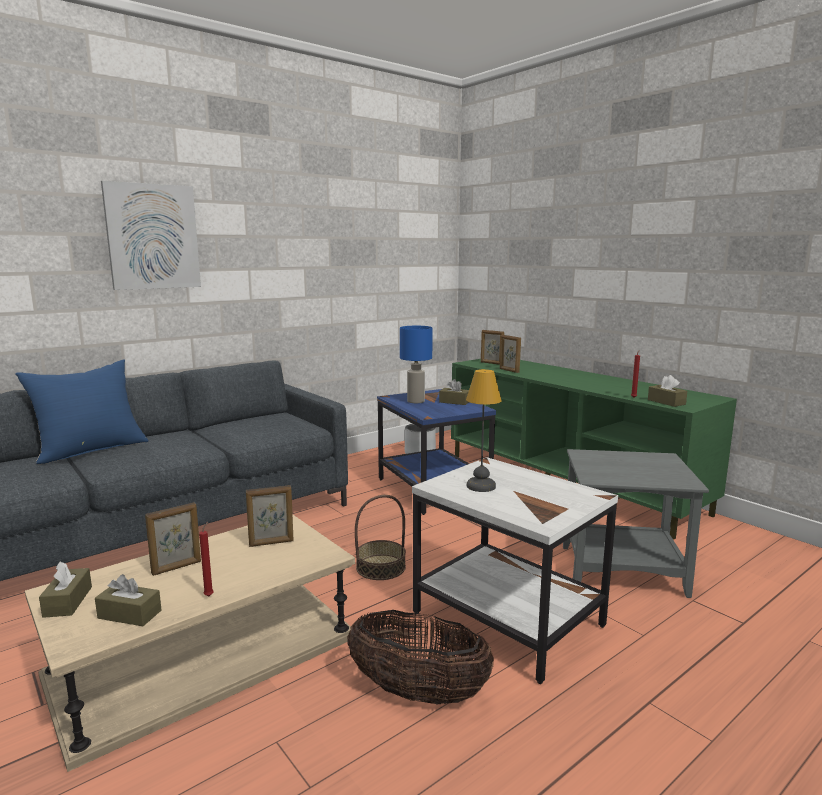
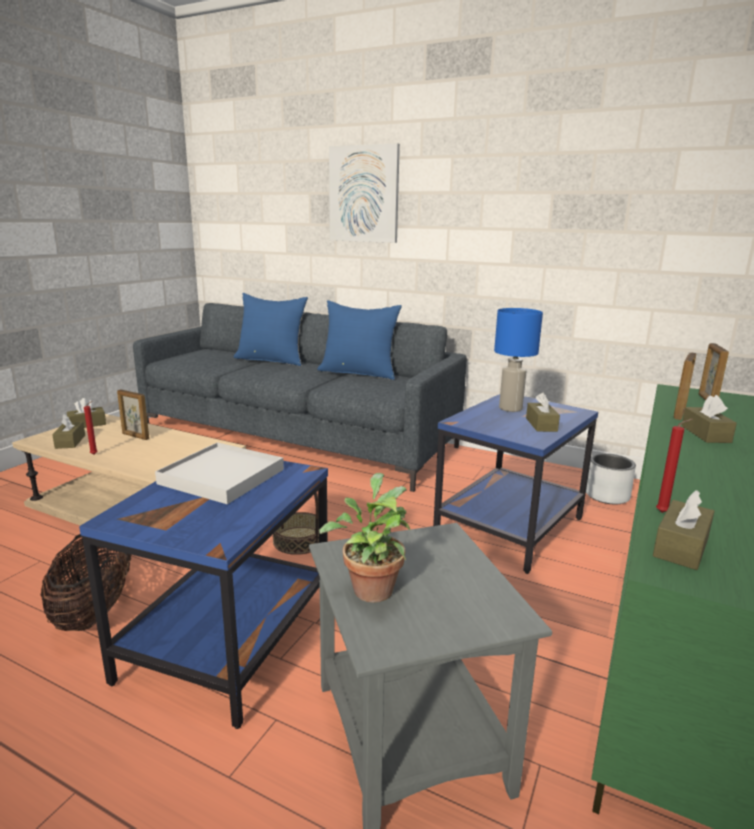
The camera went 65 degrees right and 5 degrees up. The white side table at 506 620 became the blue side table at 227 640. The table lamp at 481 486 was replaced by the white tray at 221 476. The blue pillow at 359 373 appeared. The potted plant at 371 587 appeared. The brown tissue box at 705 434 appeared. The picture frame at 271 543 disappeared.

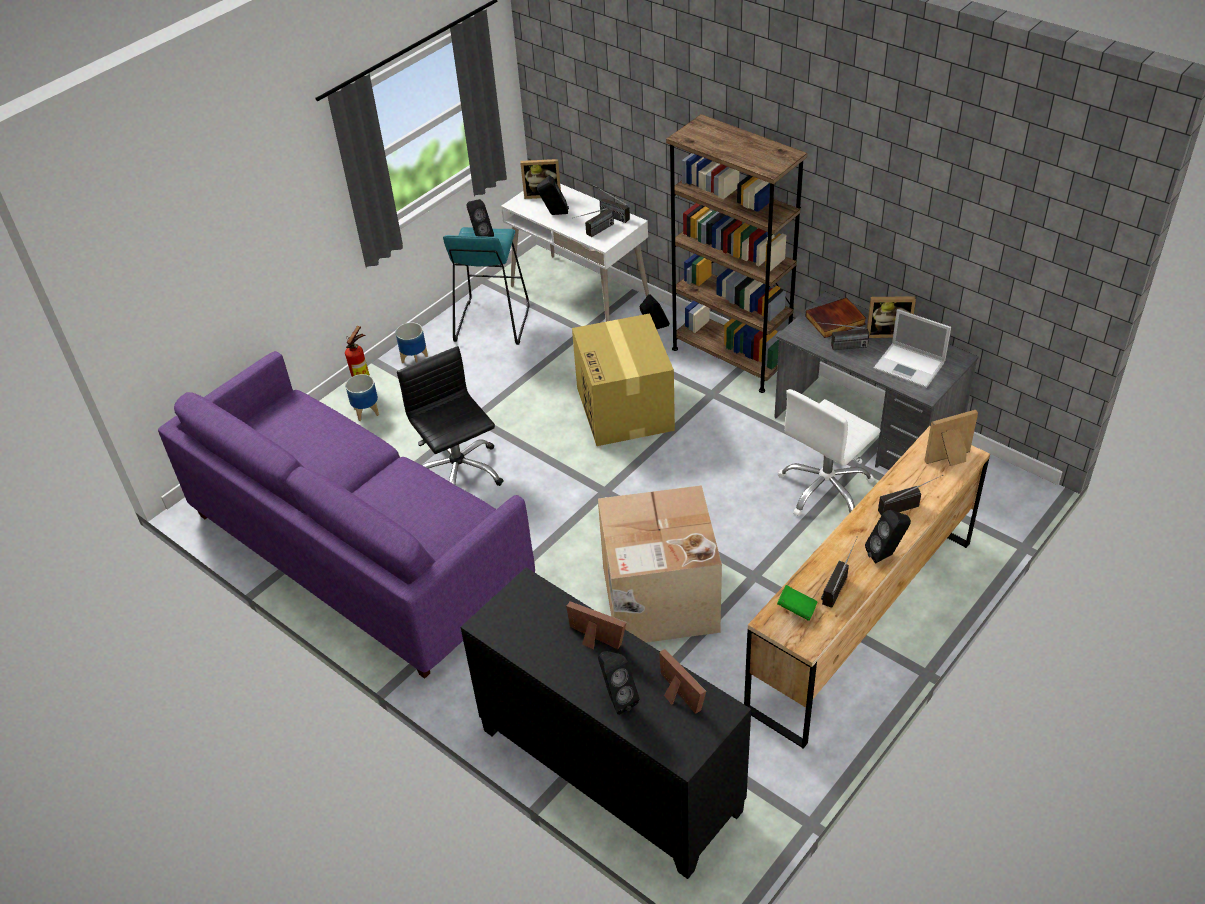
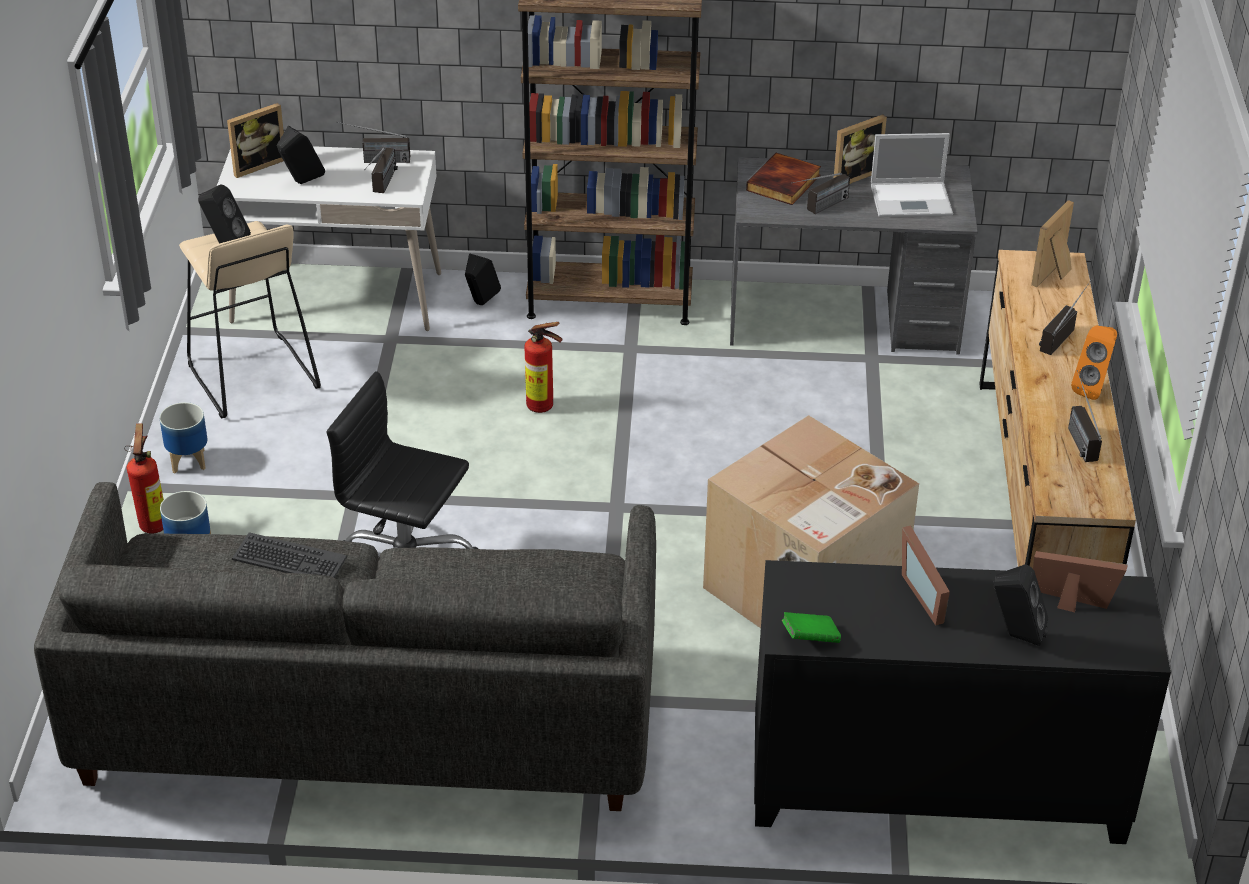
The camera went 40 degrees left and 5 degrees down. The purple sofa at 357 549 became the grey sofa at 367 715. The turquoise stool at 491 323 became the beige stool at 252 377. The keyboard at 289 559 appeared. The cardboard box at 625 409 was replaced by the fire extinguisher at 543 407. The green book moved from 796 609 to 810 638. The picture frame at 594 641 turned 105 degrees counterclockwise. The black speaker at 886 554 became the orange speaker at 1093 388. The white office chair at 825 489 disappeared.

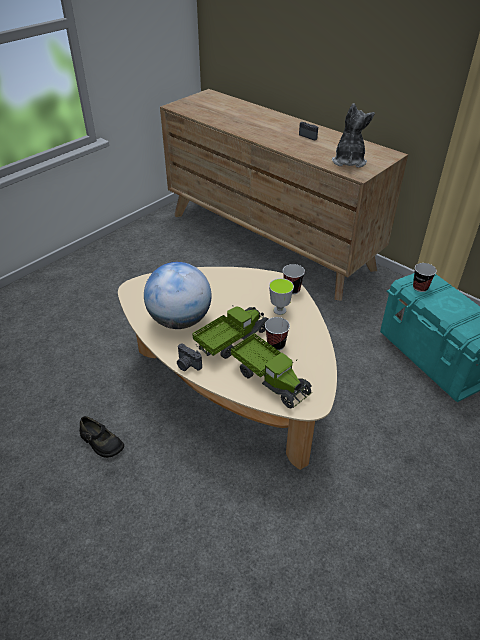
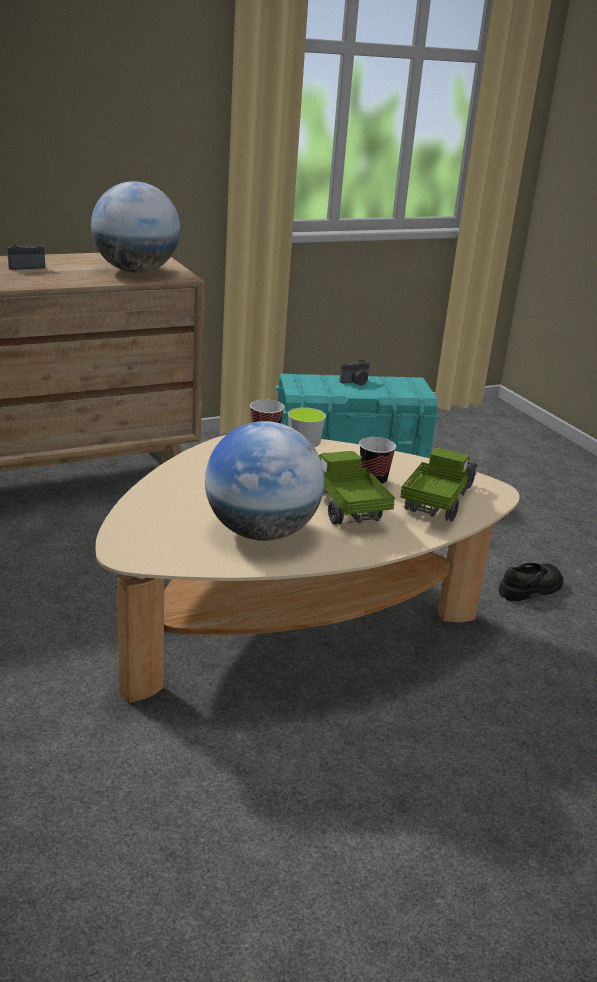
The camera went 70 degrees left and 15 degrees down. The plush toy at 348 161 was replaced by the globe at 136 271. The photo camera moved from 187 365 to 355 382. The toy truck at 270 379 turned 45 degrees counterclockwise. The black shoe moved from 101 442 to 531 589. The cup at 420 287 disappeared.

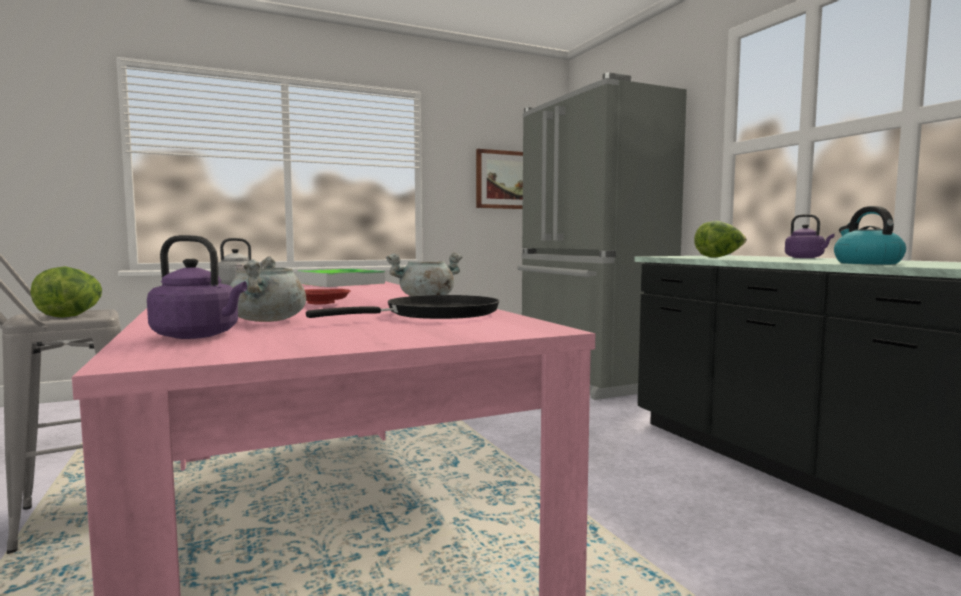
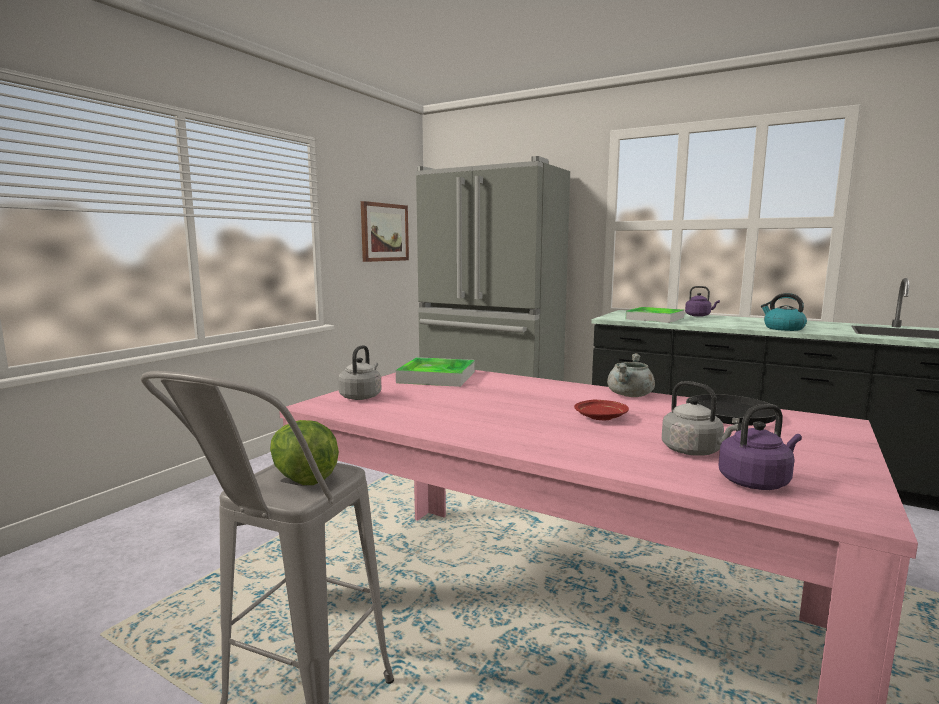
The camera went 35 degrees left and 5 degrees up. The lettuce at 719 257 was replaced by the tray at 655 318. The grey cooking pot at 268 321 was replaced by the grey kettle at 694 451.

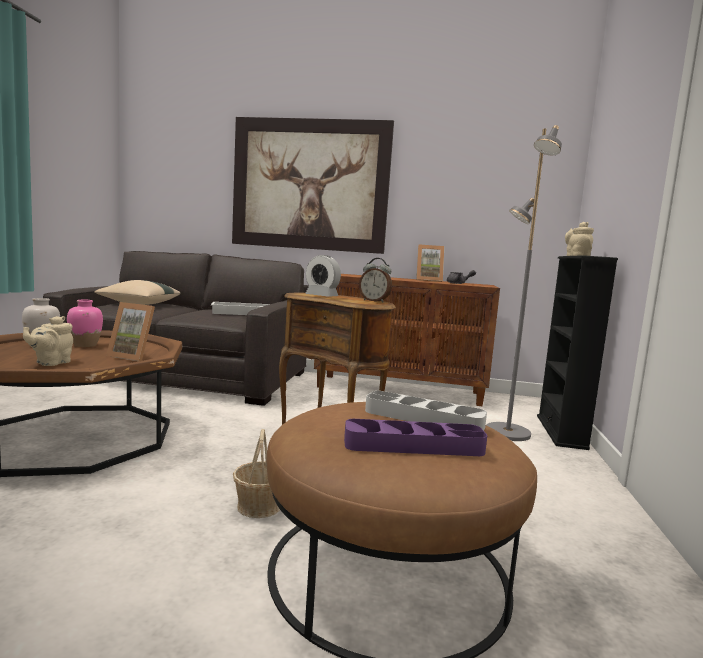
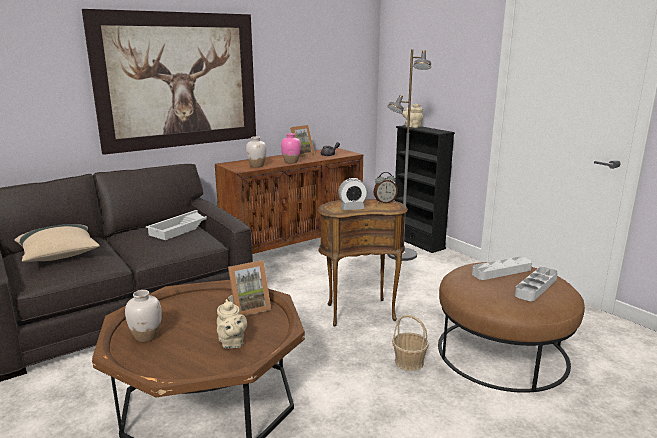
The camera went 45 degrees left and 10 degrees up. The white vase at 257 166 appeared. The pink vase moved from 85 345 to 291 162. The purple tray at 413 445 became the grey tray at 536 287.

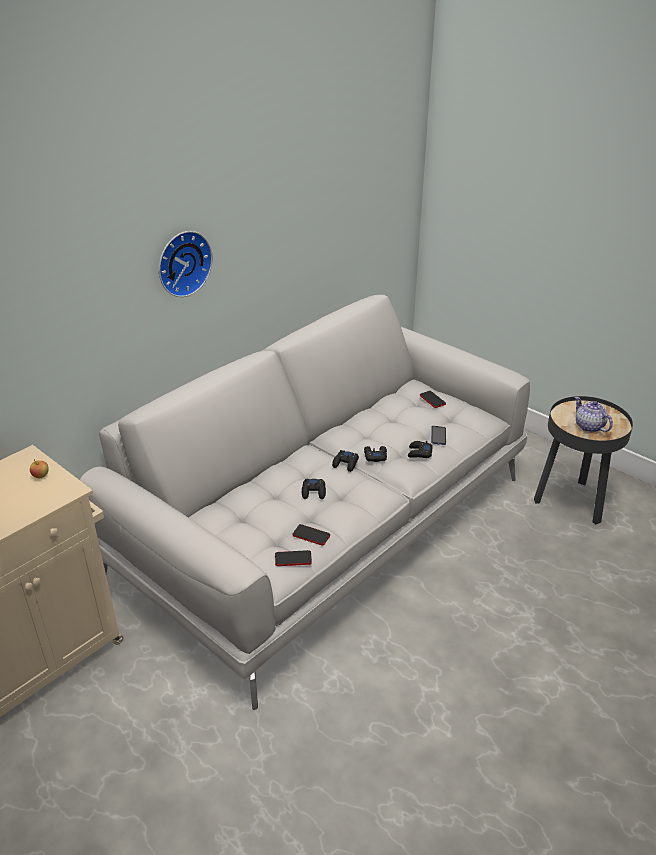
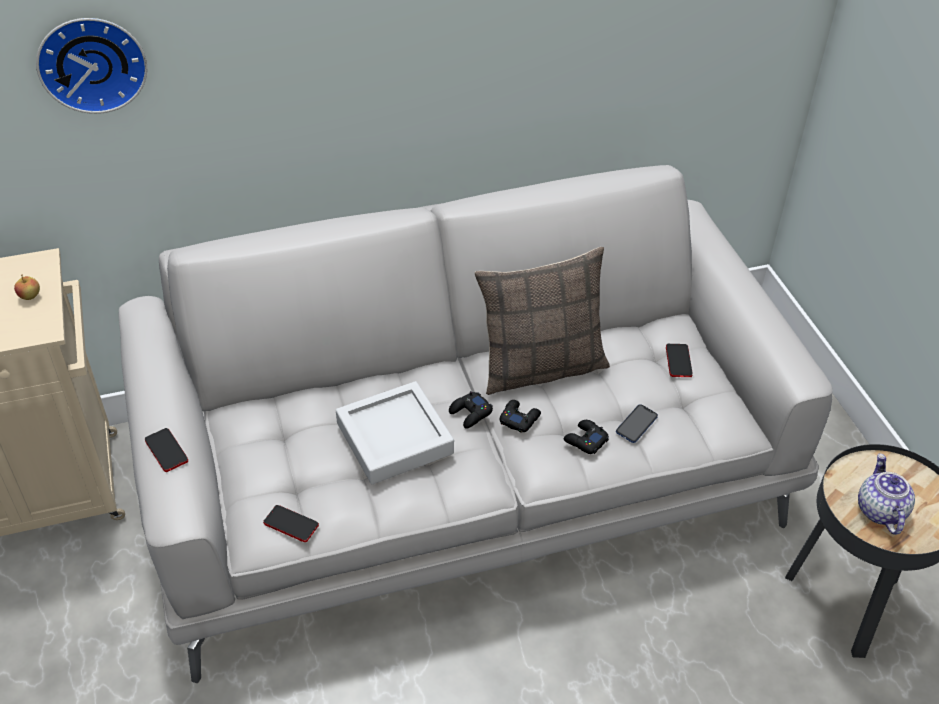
The camera went 30 degrees right and 10 degrees up. The wall clock moved from 182 262 to 92 62. The phone moved from 311 535 to 166 451. The black game controller at 314 492 was replaced by the grey tray at 394 438. The pillow at 541 367 appeared.

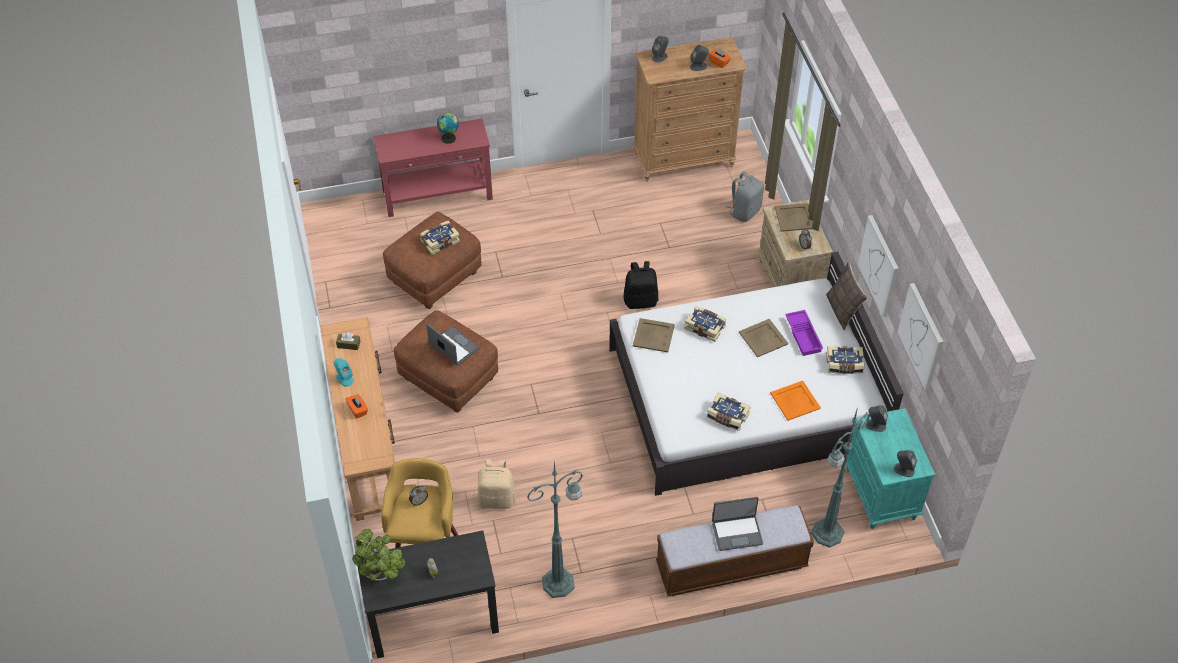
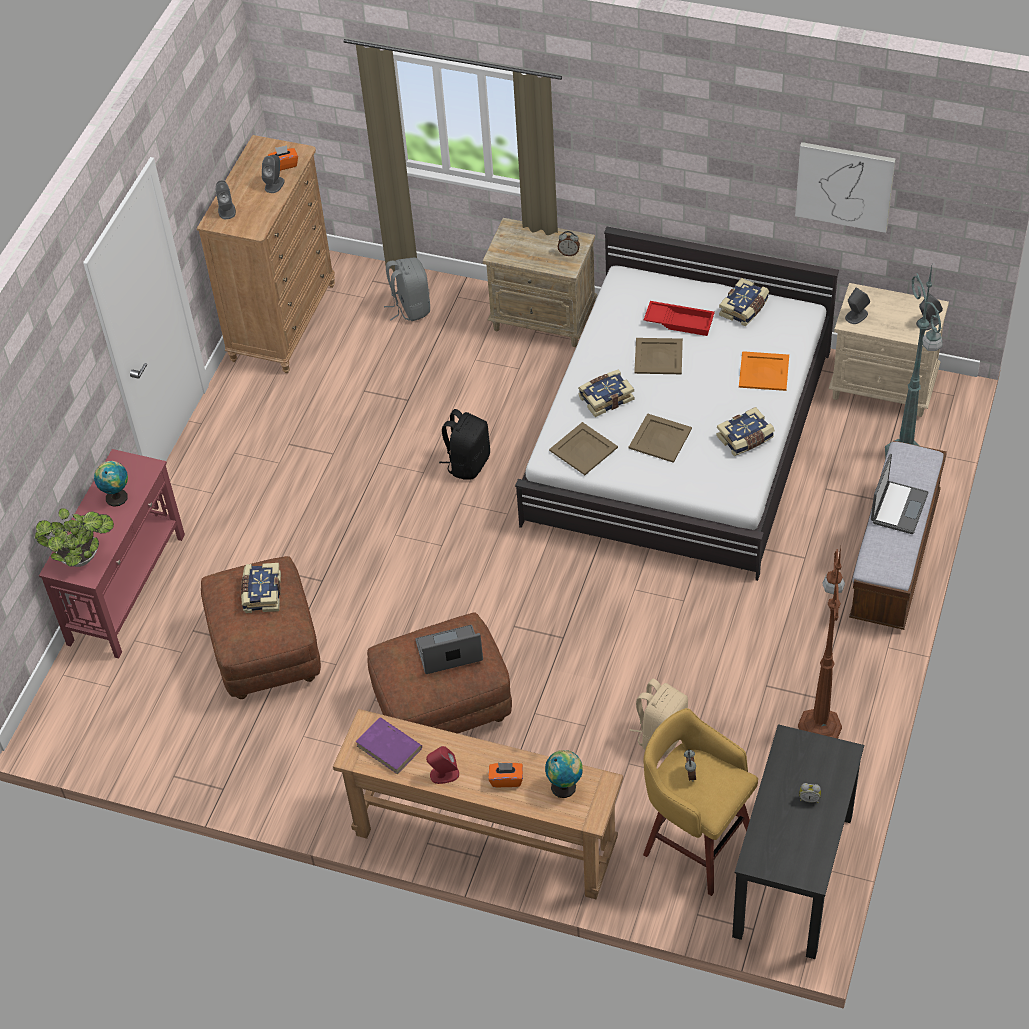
The camera went 55 degrees left and 0 degrees up. The potted plant moved from 382 573 to 83 557. The brown tissue box at 348 344 was replaced by the purple book at 390 747. The turquoise speaker at 344 379 became the red speaker at 444 774. The globe at 565 786 appeared. The beige tray moved from 794 217 to 660 438. The purple tray at 804 335 became the red tray at 680 321. The green floor lamp at 560 582 became the brown floor lamp at 820 724. The turquoise nightstand at 881 494 became the beige nightstand at 884 387. The pillow at 842 311 disappeared. The picture at 879 265 disappeared.

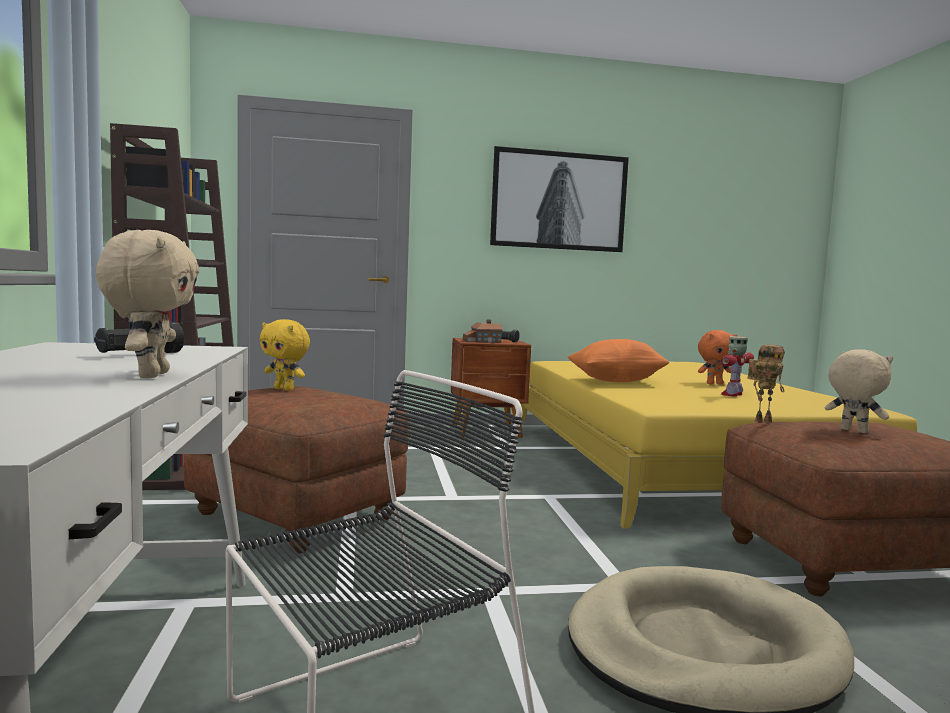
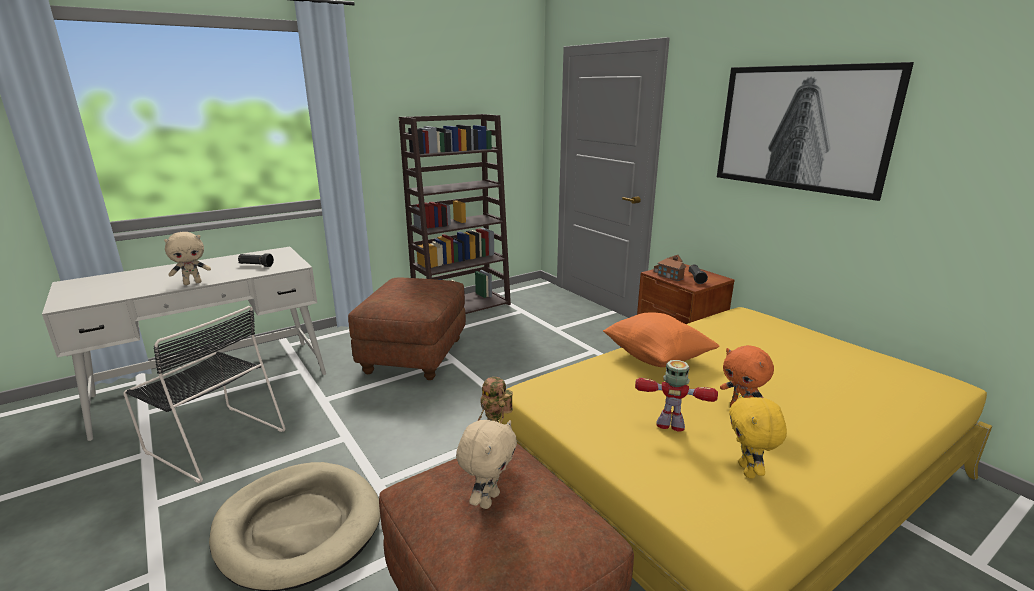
The camera went 65 degrees right and 15 degrees up. The yellow plush toy moved from 285 389 to 748 471.

